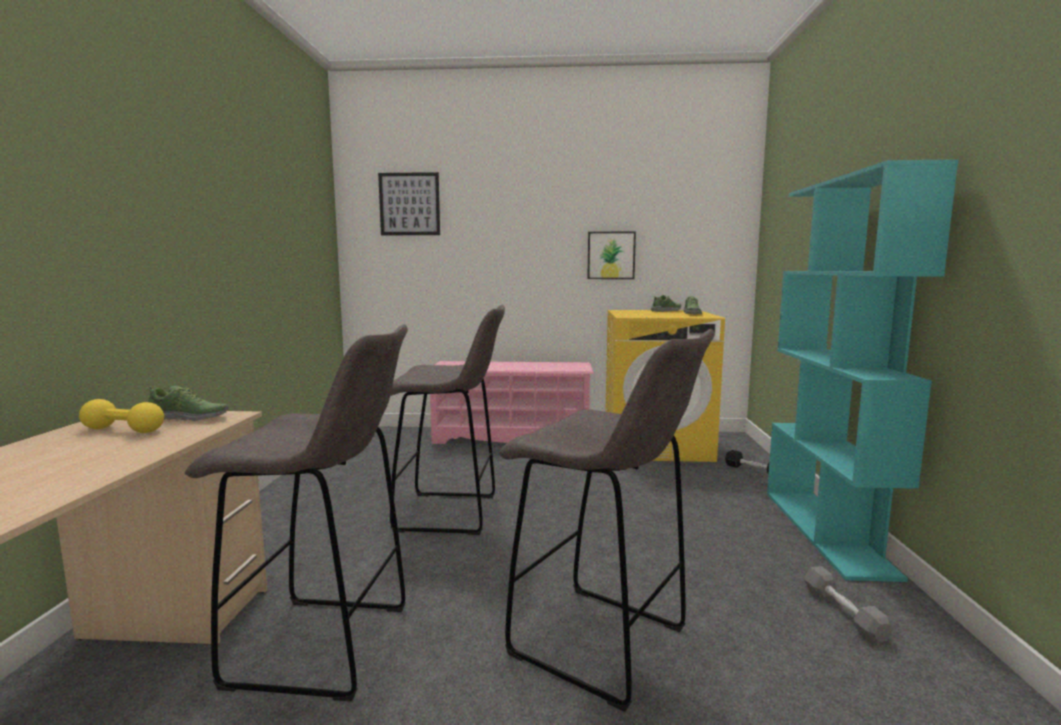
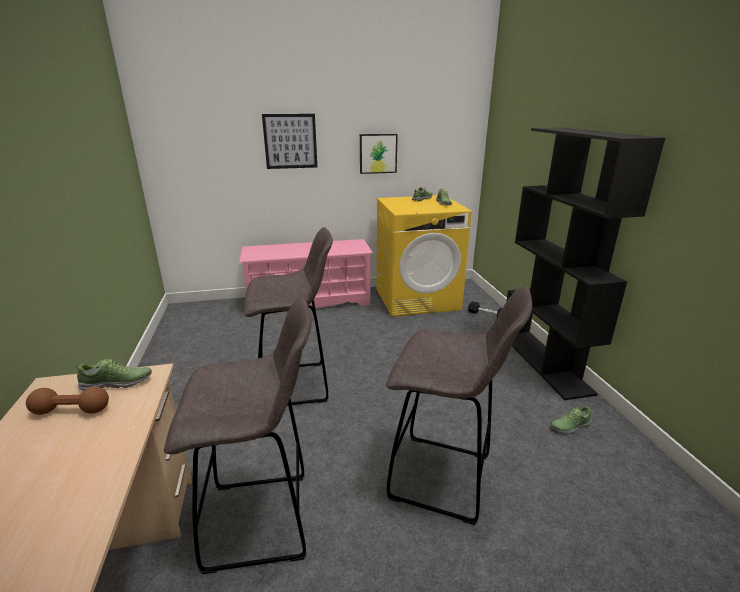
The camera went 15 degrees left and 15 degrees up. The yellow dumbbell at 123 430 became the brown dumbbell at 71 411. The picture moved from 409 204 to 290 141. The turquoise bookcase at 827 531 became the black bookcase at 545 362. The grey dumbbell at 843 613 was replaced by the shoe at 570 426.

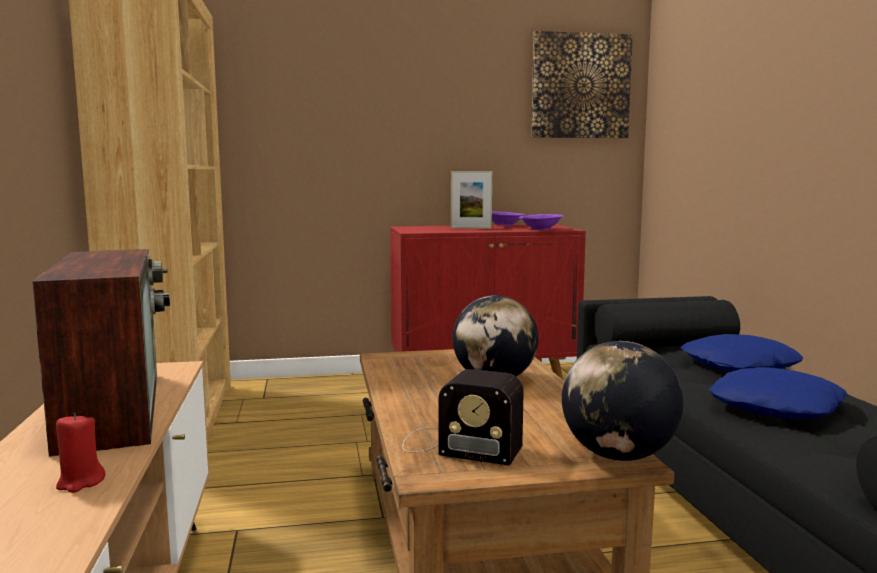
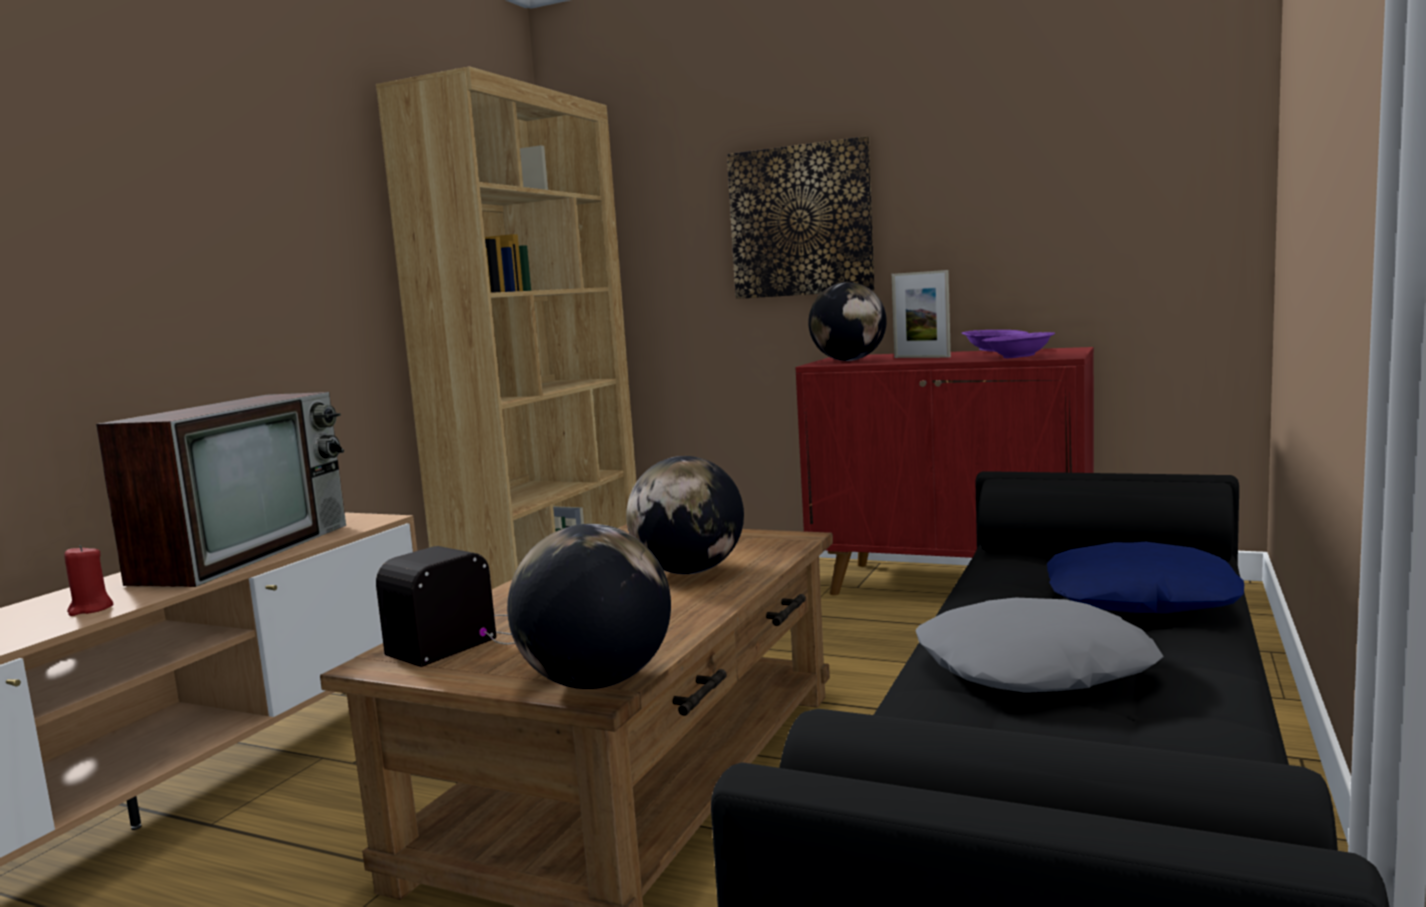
The camera went 35 degrees right and 0 degrees up. The radio at 457 445 turned 75 degrees clockwise. The picture moved from 580 86 to 801 221. The globe at 848 360 appeared. The blue pillow at 774 406 became the grey pillow at 1032 667.

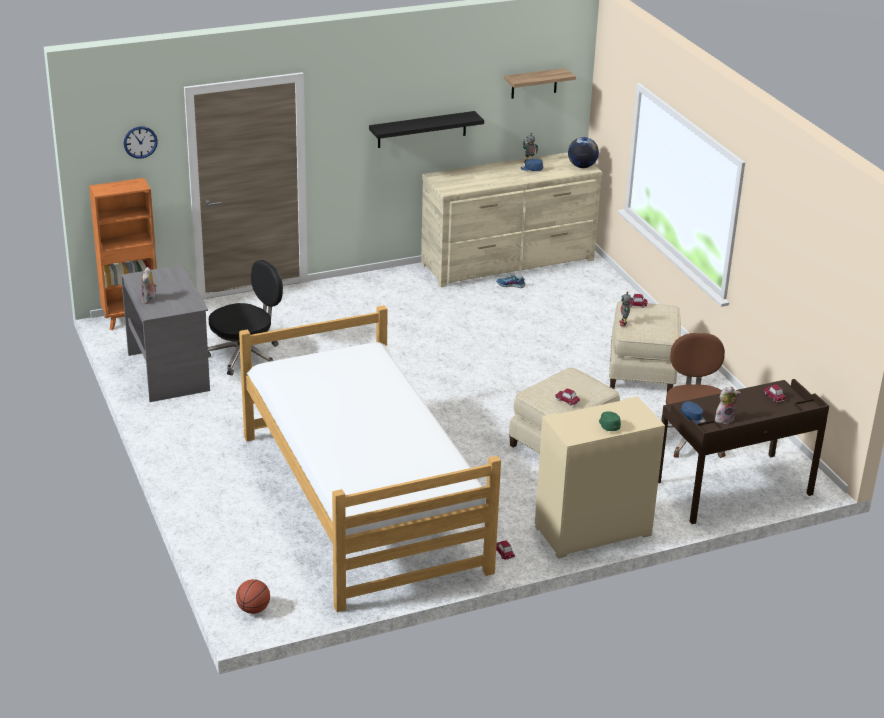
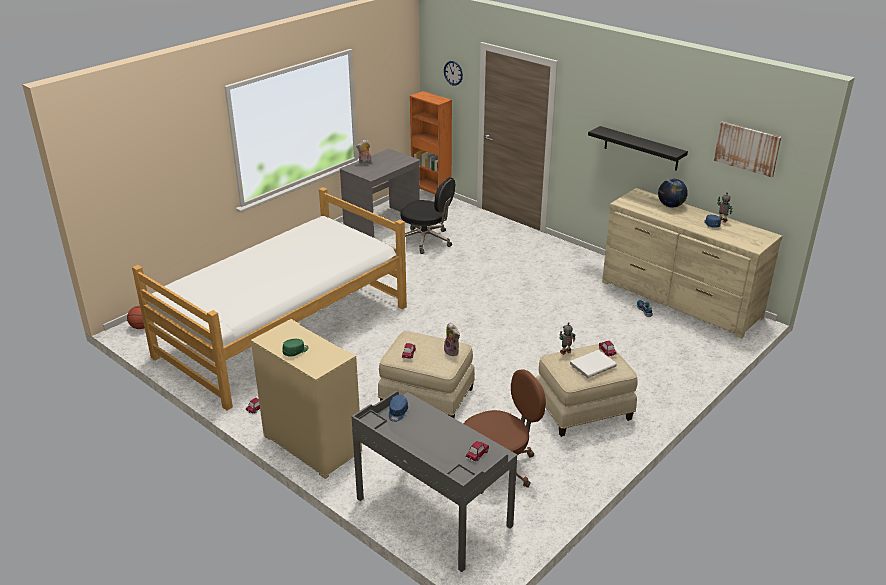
The camera went 65 degrees right and 0 degrees up. The brown desk at 733 488 became the grey desk at 432 513. The plush toy moved from 724 419 to 452 351. The white book at 592 365 appeared. The globe moved from 582 166 to 670 206. The shelf at 534 83 was replaced by the picture at 747 148.

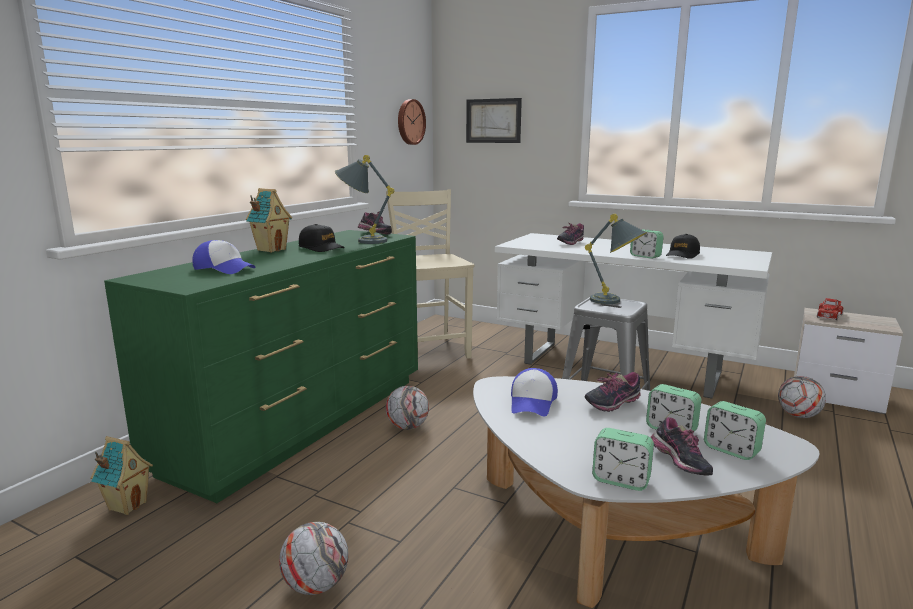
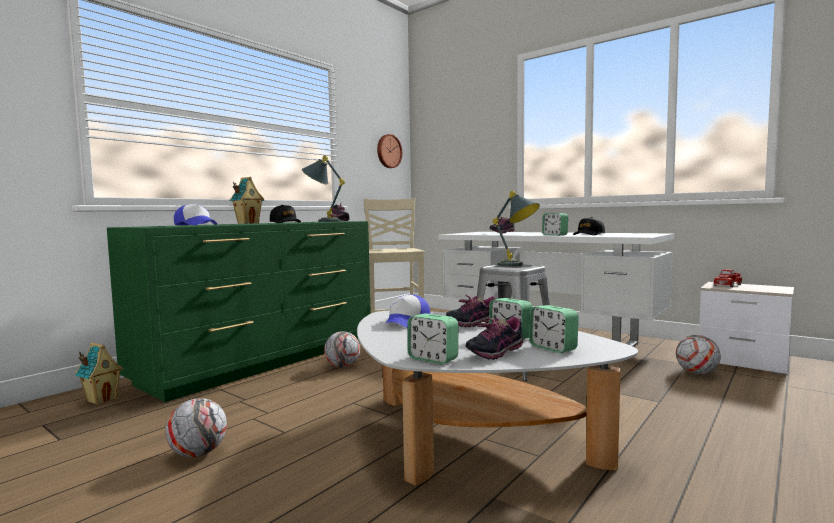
The camera went 10 degrees right and 10 degrees down. The shoe at 679 465 turned 60 degrees clockwise. The picture at 493 121 disappeared.

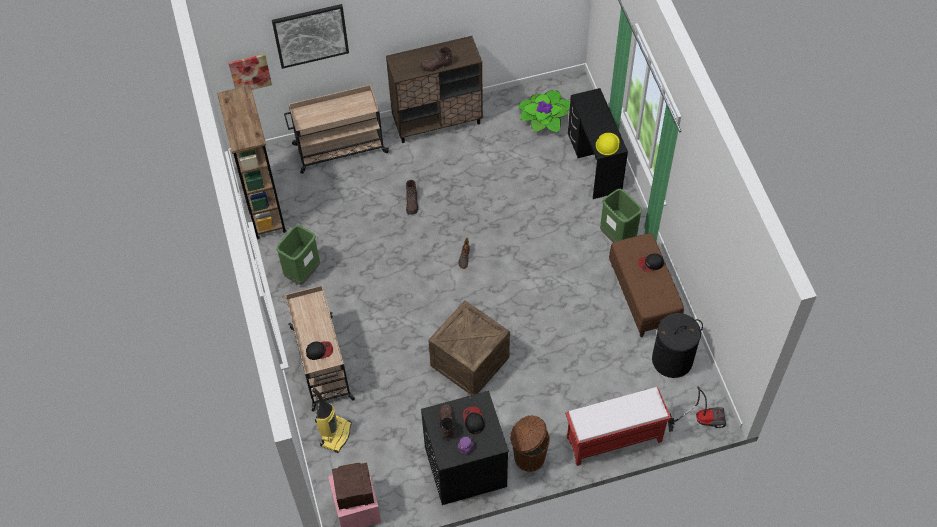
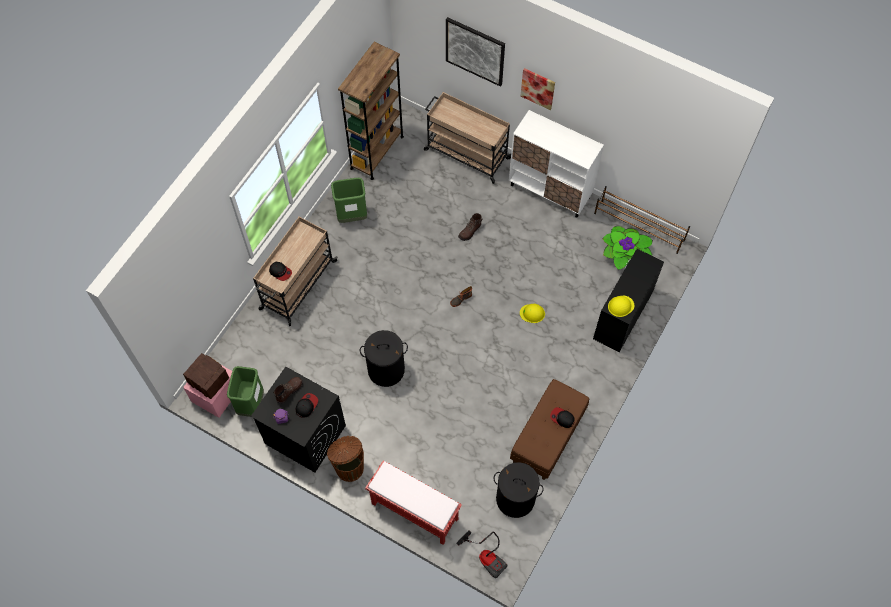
The camera went 45 degrees right and 5 degrees up. The green trash can moved from 617 237 to 251 404. The crate at 469 360 was replaced by the black laundry basket at 386 369. The brown cabinet at 437 122 became the white cabinet at 550 191. The yellow hard hat at 532 313 appeared. The picture moved from 250 73 to 538 88. The brown shoe rack at 639 227 appeared. The vacuum cleaner at 335 434 disappeared. The brown boot at 436 66 disappeared.

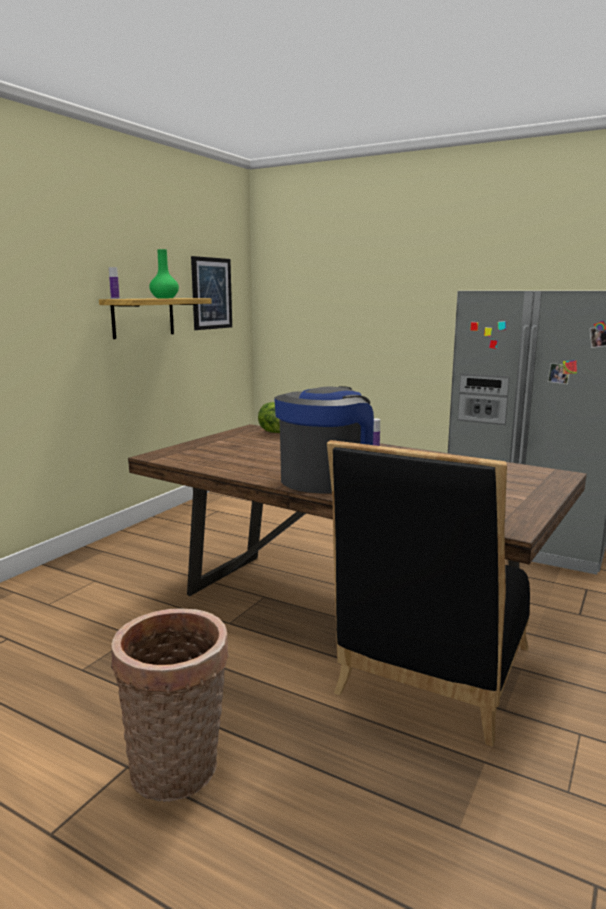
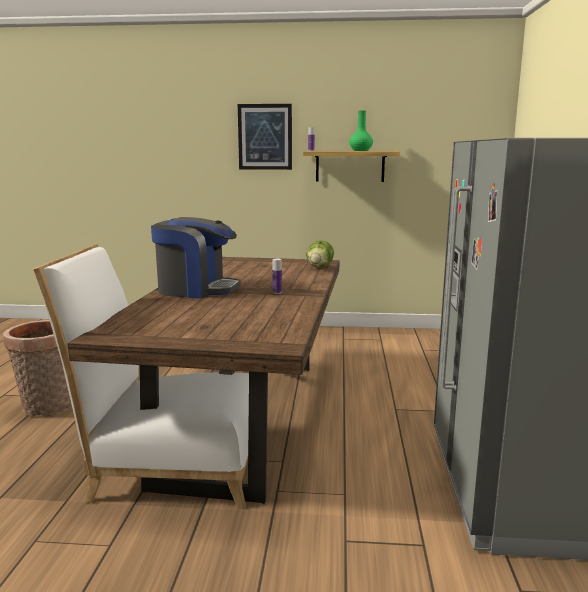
The camera went 65 degrees right and 0 degrees up. The black chair at 431 677 became the white chair at 169 466. The picture moved from 211 293 to 265 137.

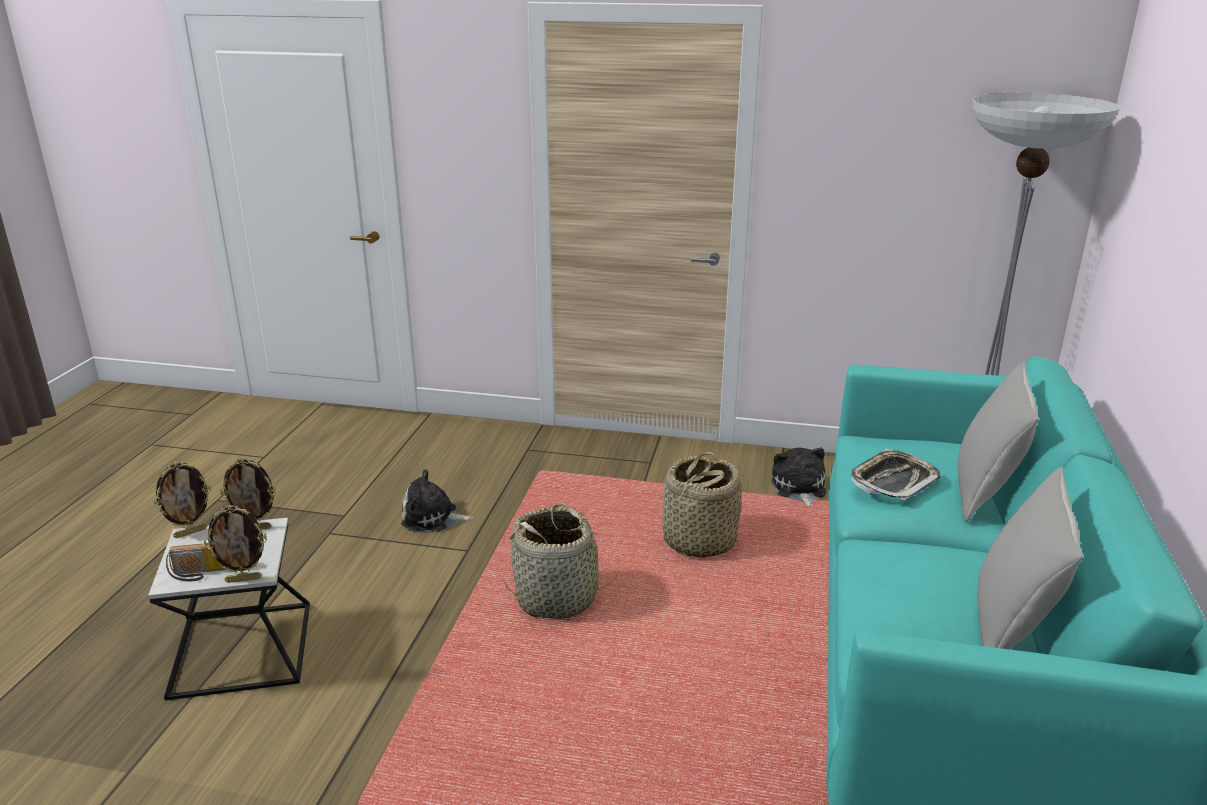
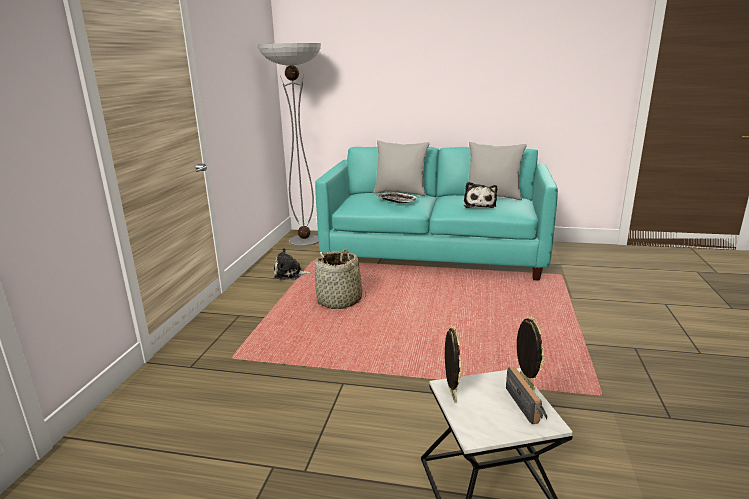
The camera went 90 degrees left and 5 degrees down. The plush toy moved from 433 518 to 479 205. The picture frame at 190 532 disappeared. The basket at 557 598 disappeared.

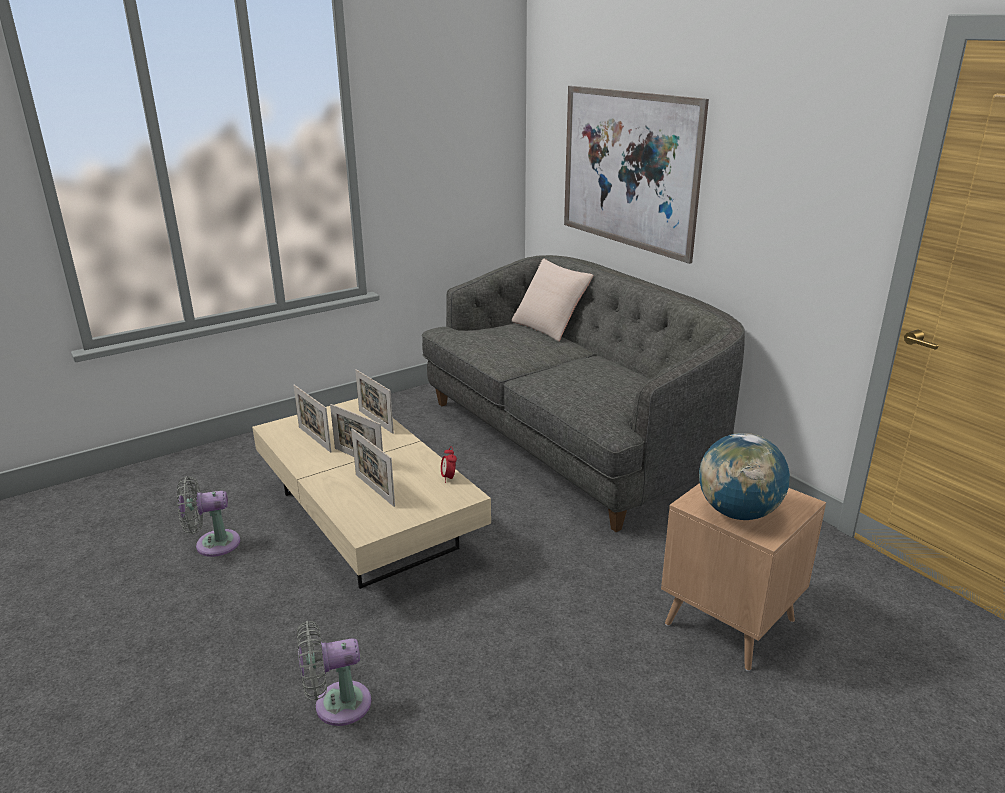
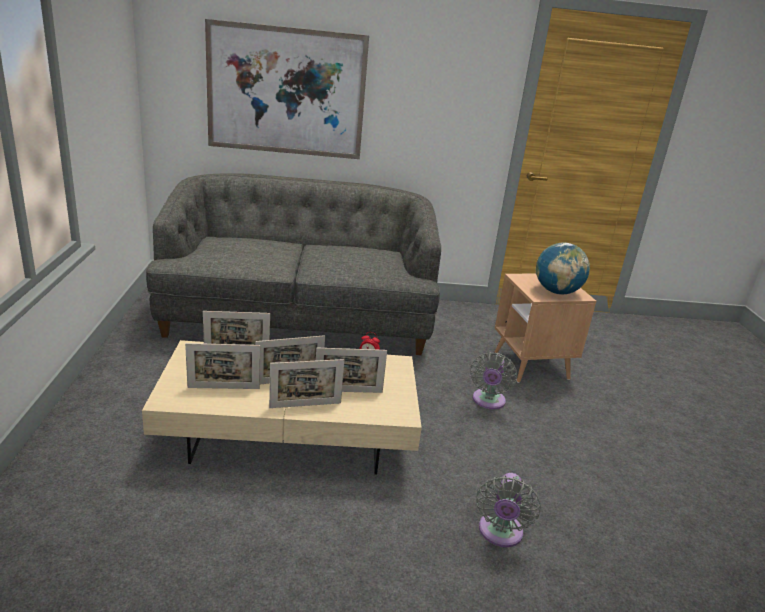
The camera went 60 degrees left and 0 degrees up. The picture frame at 305 405 appeared. The grey fan moved from 213 544 to 488 401. The beige pillow at 550 327 disappeared.

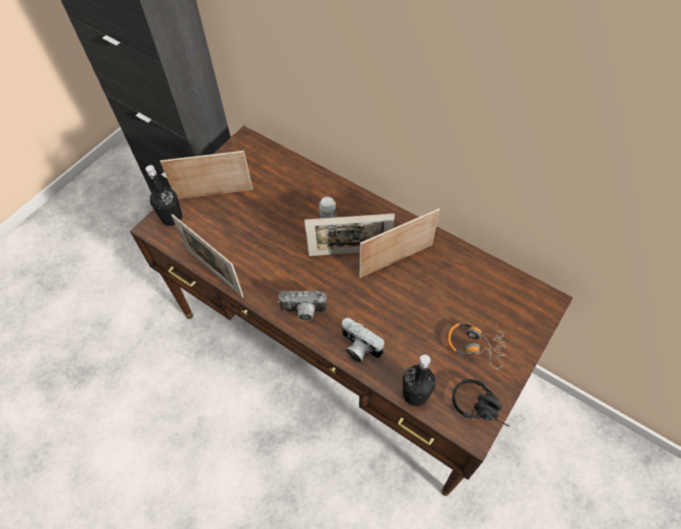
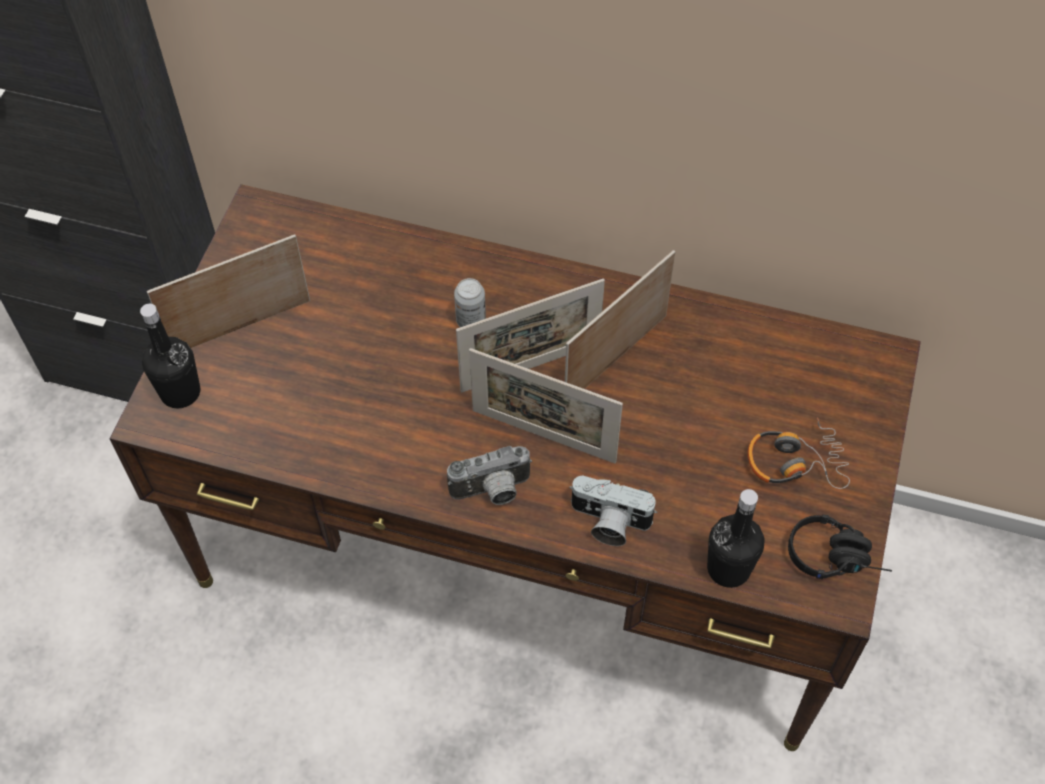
The camera went 20 degrees left and 0 degrees up. The picture frame moved from 214 272 to 543 436.

